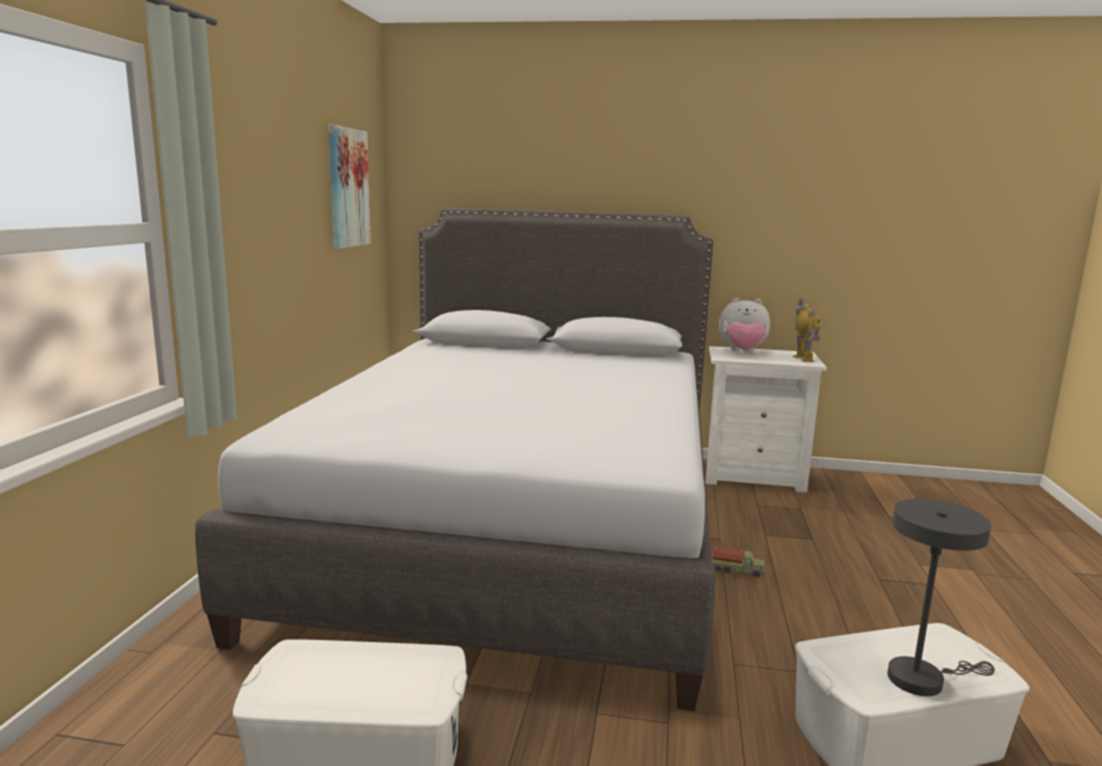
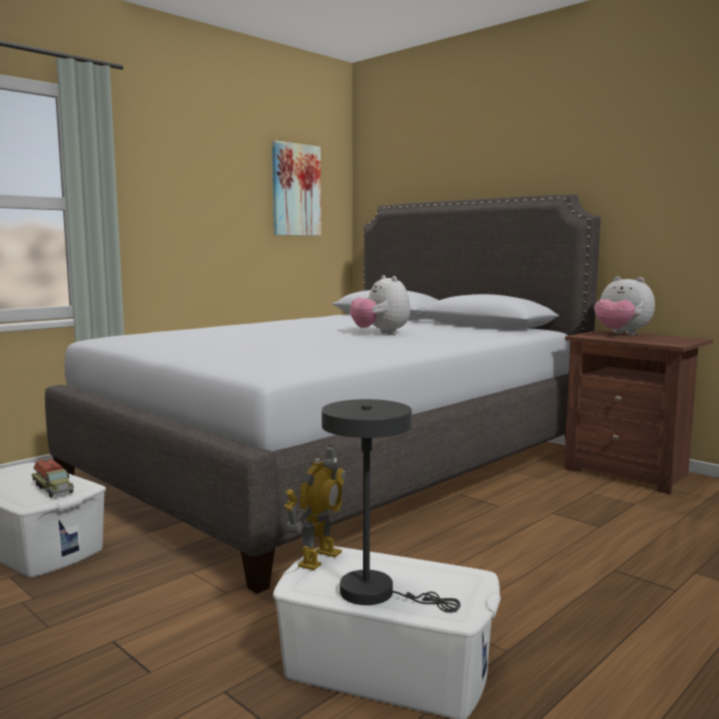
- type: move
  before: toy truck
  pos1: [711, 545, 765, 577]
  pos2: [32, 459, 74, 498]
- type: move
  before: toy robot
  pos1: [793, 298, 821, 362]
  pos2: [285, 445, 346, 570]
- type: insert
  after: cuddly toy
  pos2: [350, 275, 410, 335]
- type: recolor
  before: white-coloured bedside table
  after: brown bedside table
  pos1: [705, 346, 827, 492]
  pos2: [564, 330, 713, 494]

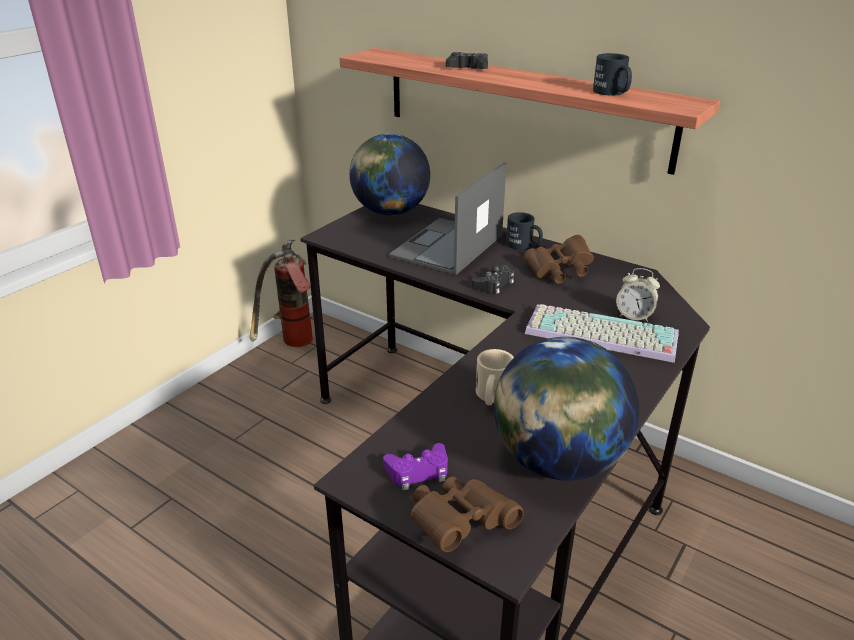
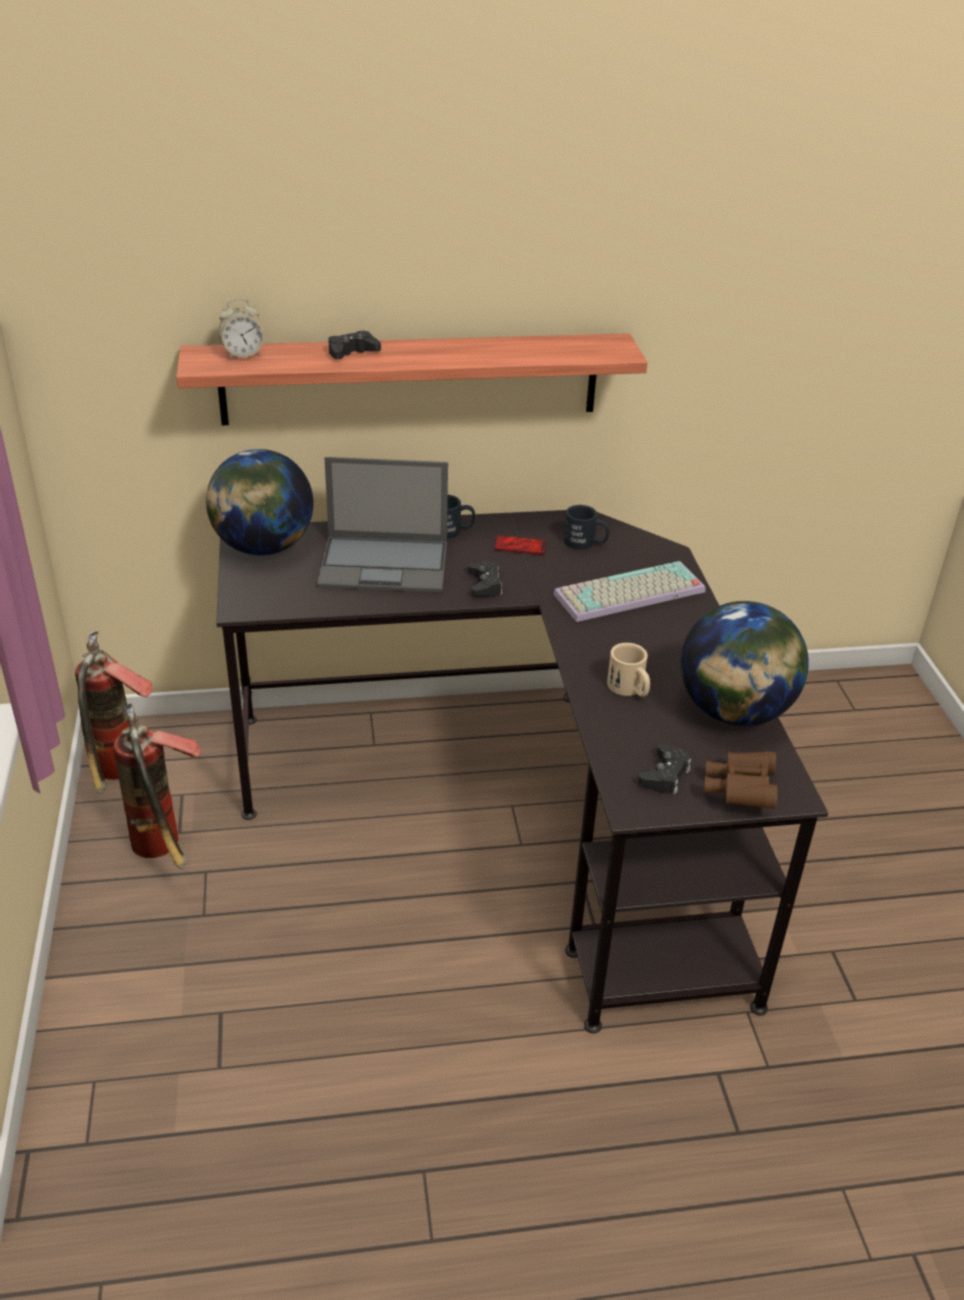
- type: insert
  after: fire extinguisher
  pos2: [113, 704, 201, 870]
- type: move
  before: alarm clock
  pos1: [616, 268, 660, 322]
  pos2: [218, 299, 264, 359]
- type: rotate
  before: notebook computer
  pos1: [389, 163, 507, 275]
  pos2: [317, 457, 448, 593]
  turn: -75
- type: replace
  before: brown field glasses
  after: handset
  pos1: [524, 235, 594, 284]
  pos2: [494, 535, 547, 555]
- type: move
  before: black tea mug
  pos1: [593, 53, 632, 96]
  pos2: [564, 505, 610, 549]
- type: recolor
  before: purple joypad
  after: black joypad
  pos1: [383, 443, 448, 491]
  pos2: [638, 744, 691, 794]

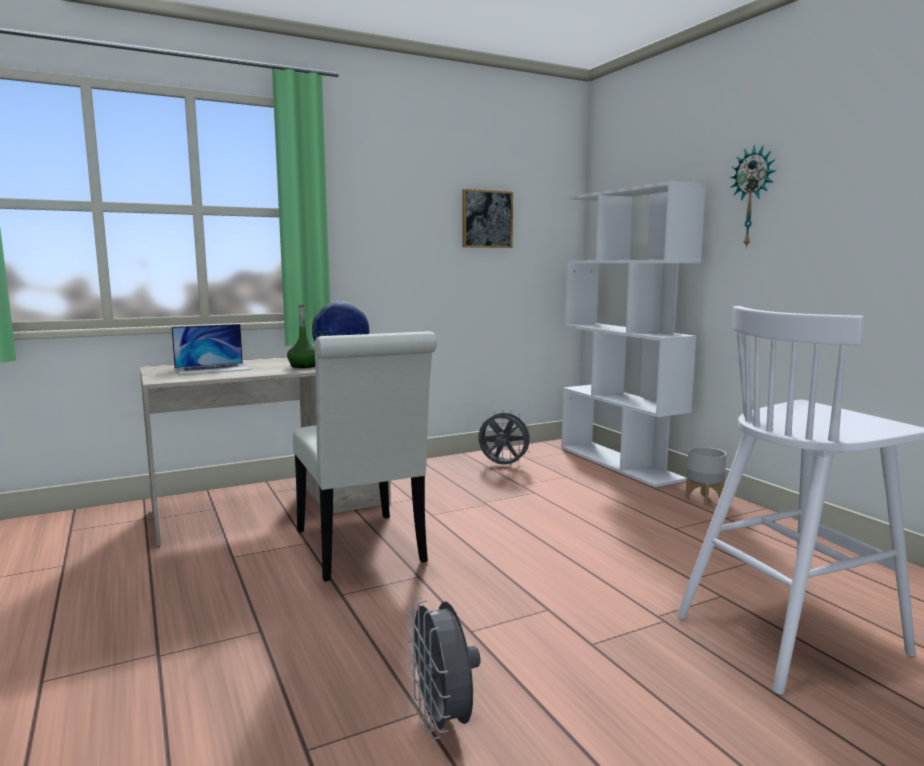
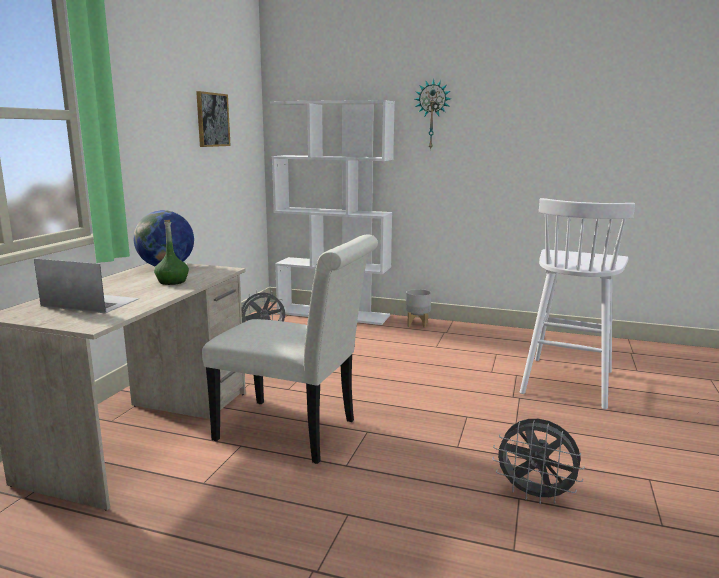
- type: rotate
  before: notebook computer
  pos1: [171, 324, 251, 375]
  pos2: [34, 259, 139, 313]
  turn: -90

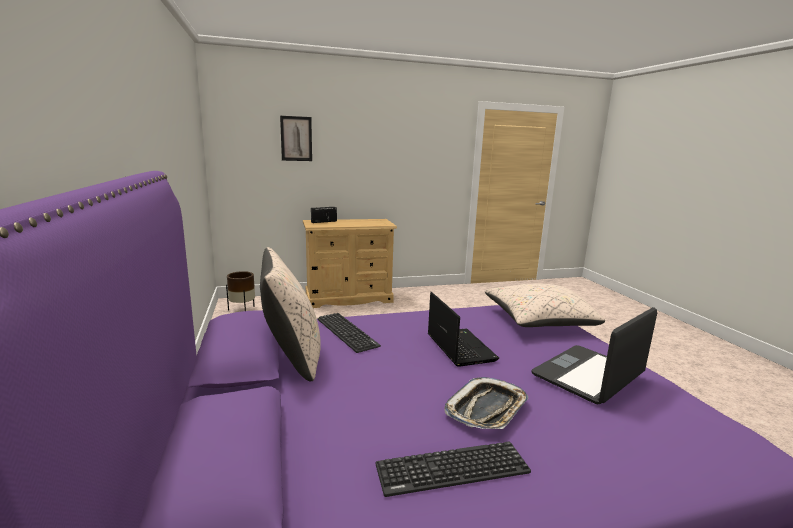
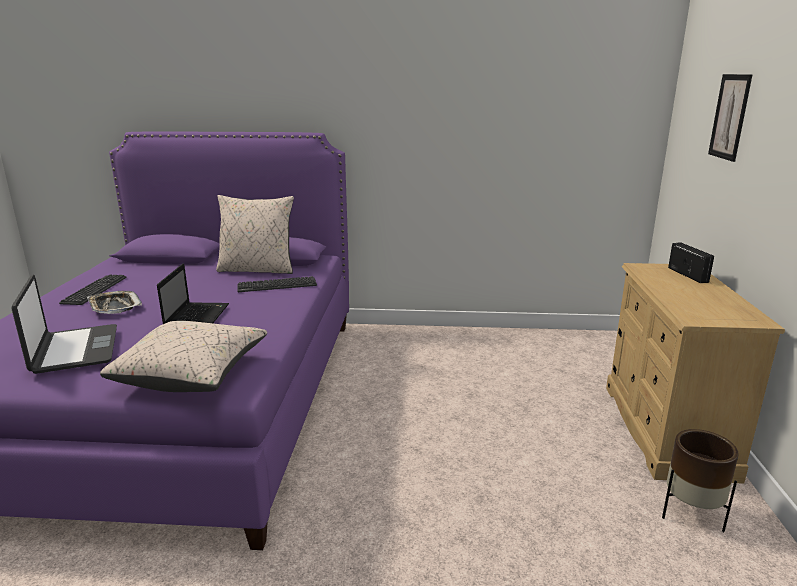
- type: rotate
  before: notebook computer
  pos1: [428, 292, 499, 367]
  pos2: [157, 263, 229, 324]
  turn: -90
- type: move
  before: brown flower pot
  pos1: [226, 271, 255, 311]
  pos2: [662, 429, 739, 532]

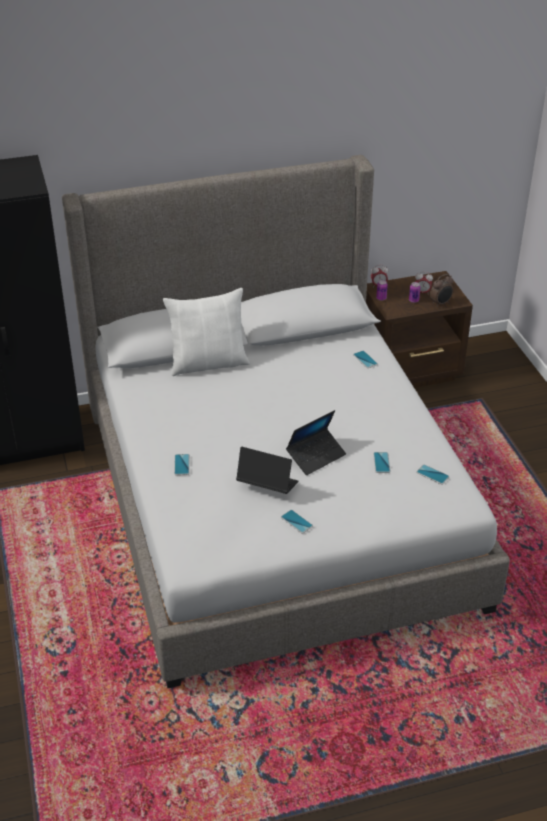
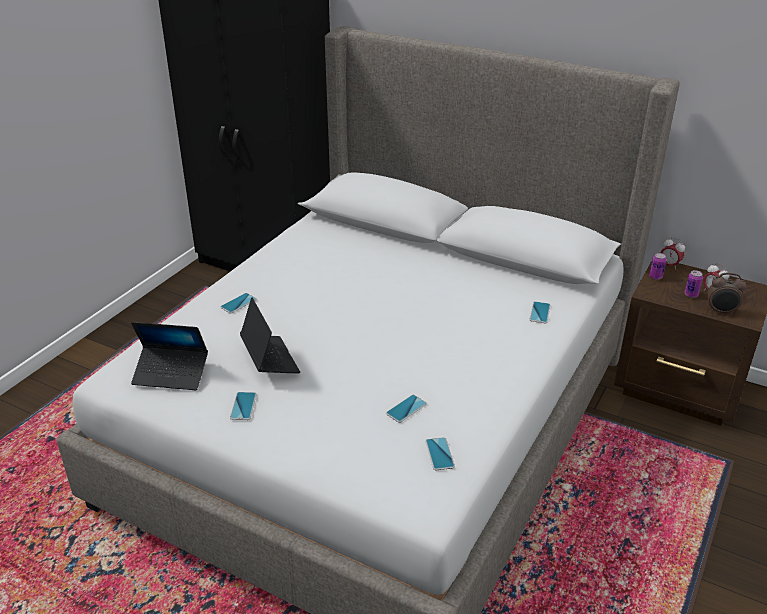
- type: move
  before: notebook computer
  pos1: [286, 410, 346, 475]
  pos2: [131, 322, 208, 390]
- type: delete
  before: white-coloured pillow
  pos1: [163, 288, 250, 376]

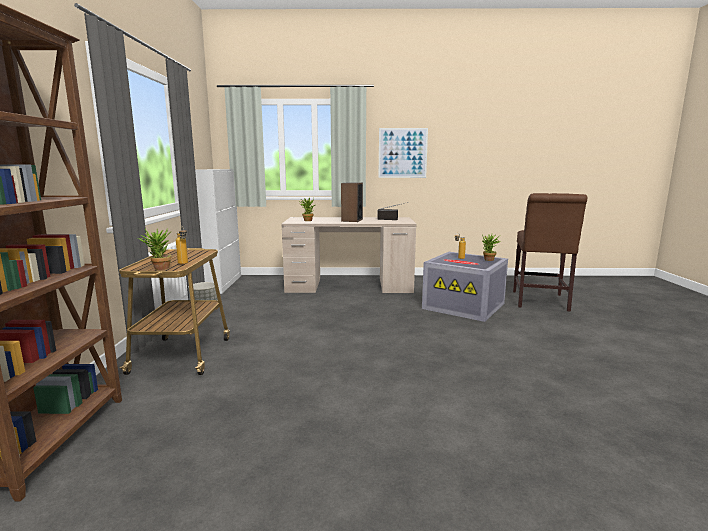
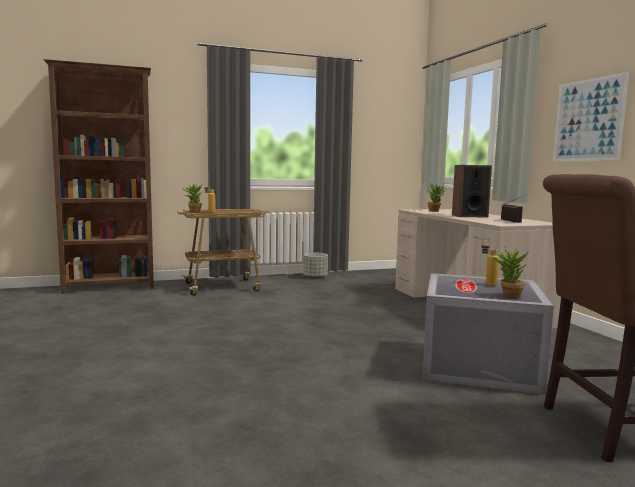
- type: delete
  before: white-coloured storage cabinet
  pos1: [195, 169, 241, 294]

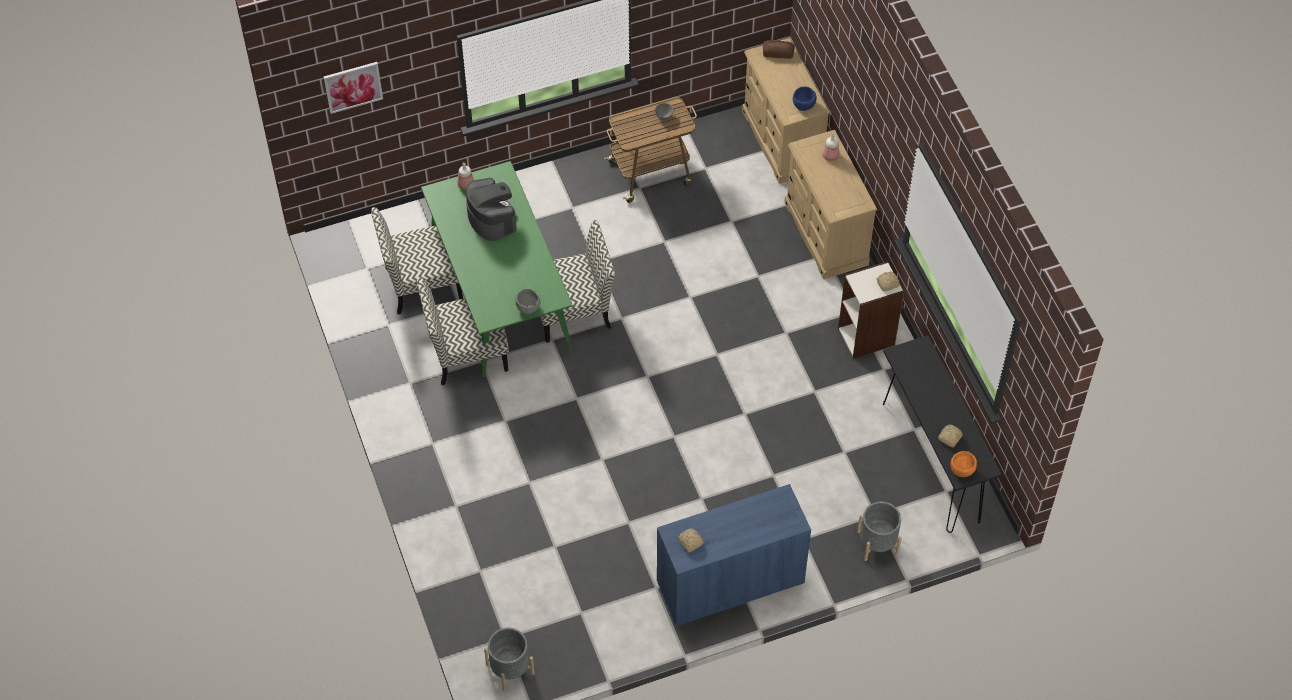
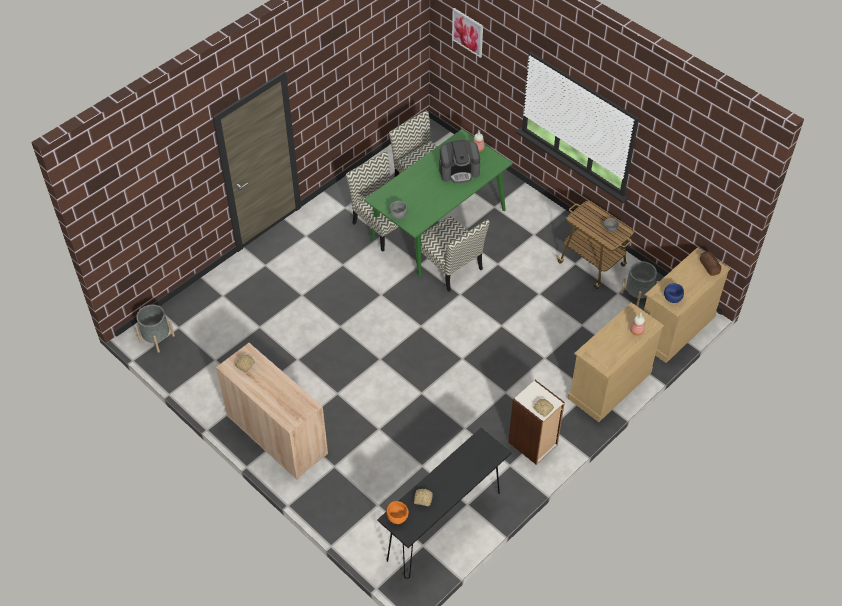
- type: recolor
  before: bluish storage cabinet
  after: sand-coloured storage cabinet
  pos1: [657, 484, 811, 626]
  pos2: [216, 343, 328, 480]
- type: rotate
  before: coffee maker
  pos1: [466, 178, 517, 241]
  pos2: [439, 140, 480, 183]
  turn: 45
- type: move
  before: greyish flower pot
  pos1: [857, 501, 902, 561]
  pos2: [621, 261, 659, 307]

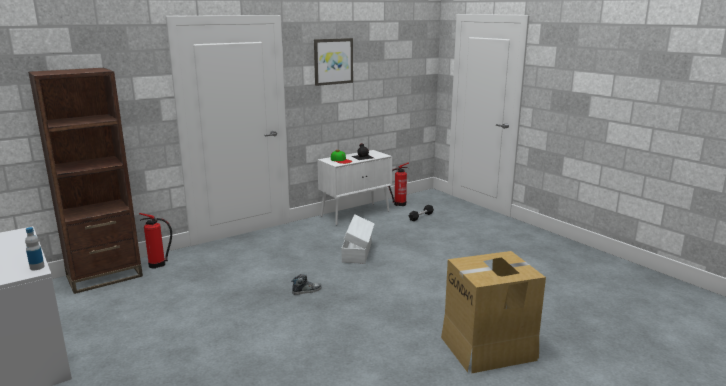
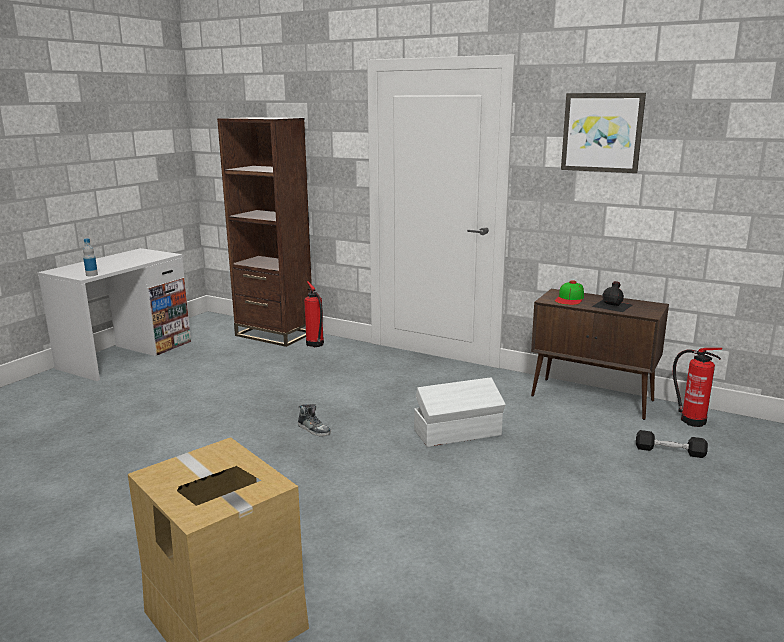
- type: recolor
  before: white-coloured storage cabinet
  after: brown storage cabinet
  pos1: [317, 150, 392, 225]
  pos2: [531, 289, 669, 420]

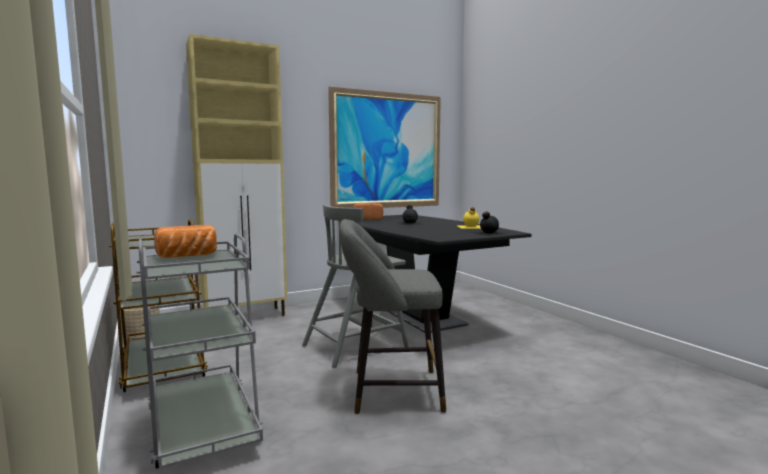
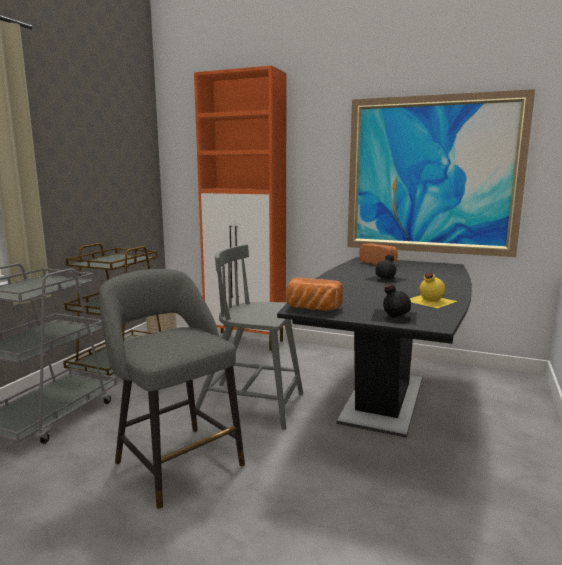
- type: recolor
  before: sand-coloured storage cabinet
  after: orangey storage cabinet
  pos1: [186, 34, 287, 316]
  pos2: [194, 66, 287, 351]
- type: move
  before: bakery bread
  pos1: [154, 225, 217, 258]
  pos2: [286, 277, 343, 311]

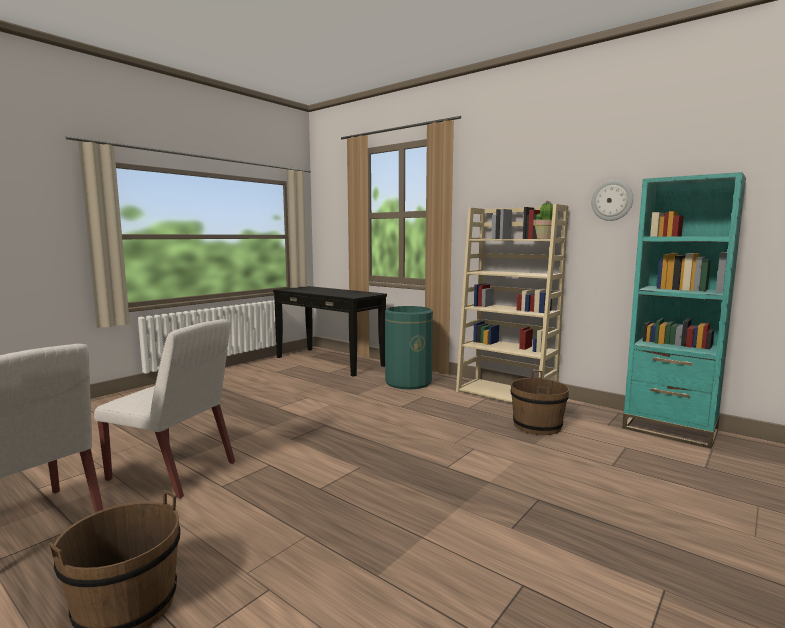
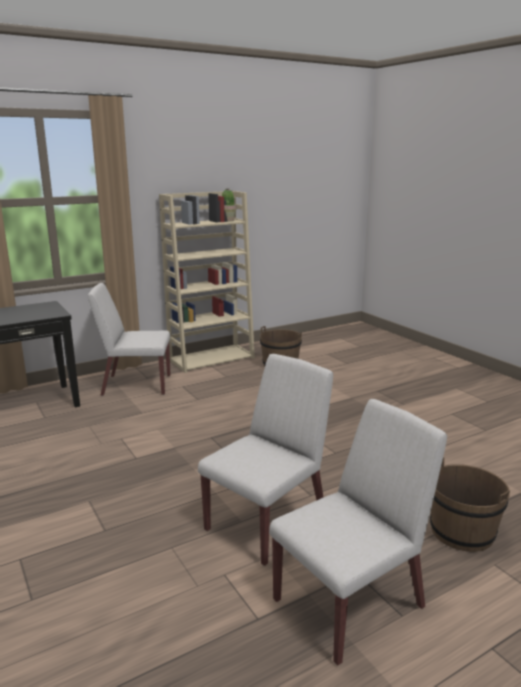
- type: replace
  before: green-coloured trash can
  after: white-coloured upright chair
  pos1: [385, 306, 433, 390]
  pos2: [88, 283, 170, 396]
- type: delete
  before: hanging clock
  pos1: [591, 180, 633, 221]
- type: delete
  before: blue-green shelving unit
  pos1: [622, 172, 746, 449]

